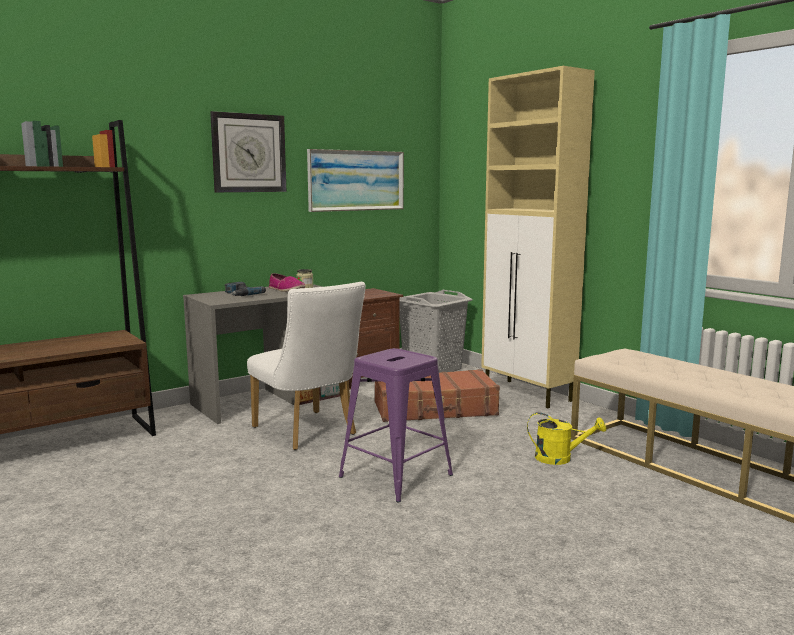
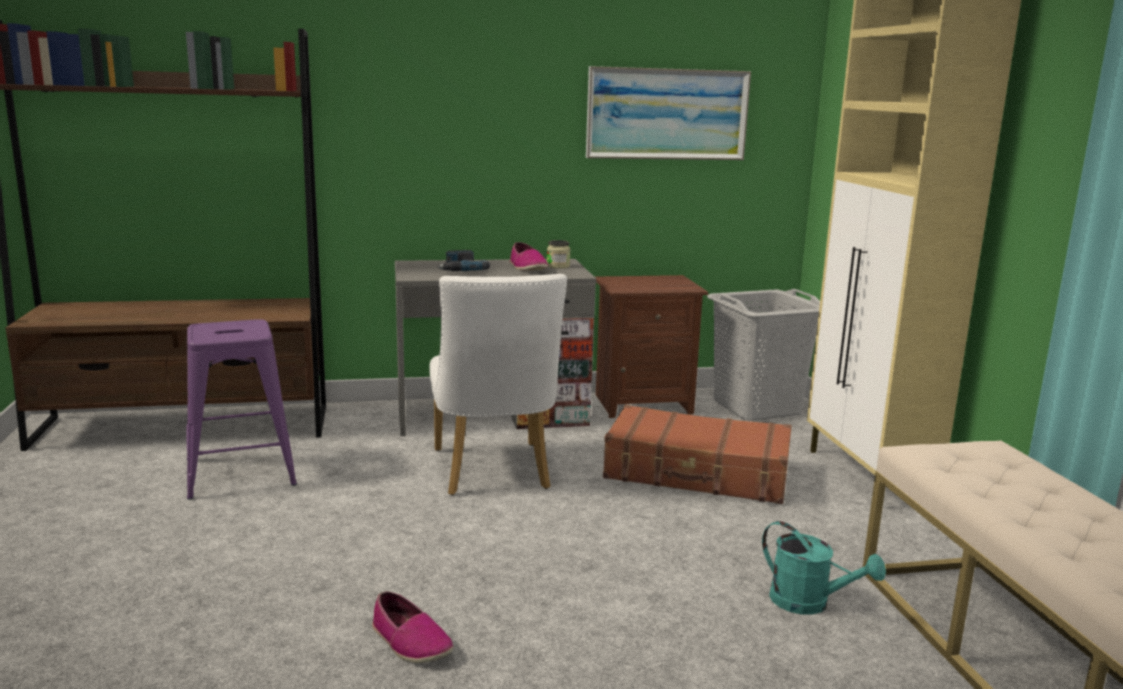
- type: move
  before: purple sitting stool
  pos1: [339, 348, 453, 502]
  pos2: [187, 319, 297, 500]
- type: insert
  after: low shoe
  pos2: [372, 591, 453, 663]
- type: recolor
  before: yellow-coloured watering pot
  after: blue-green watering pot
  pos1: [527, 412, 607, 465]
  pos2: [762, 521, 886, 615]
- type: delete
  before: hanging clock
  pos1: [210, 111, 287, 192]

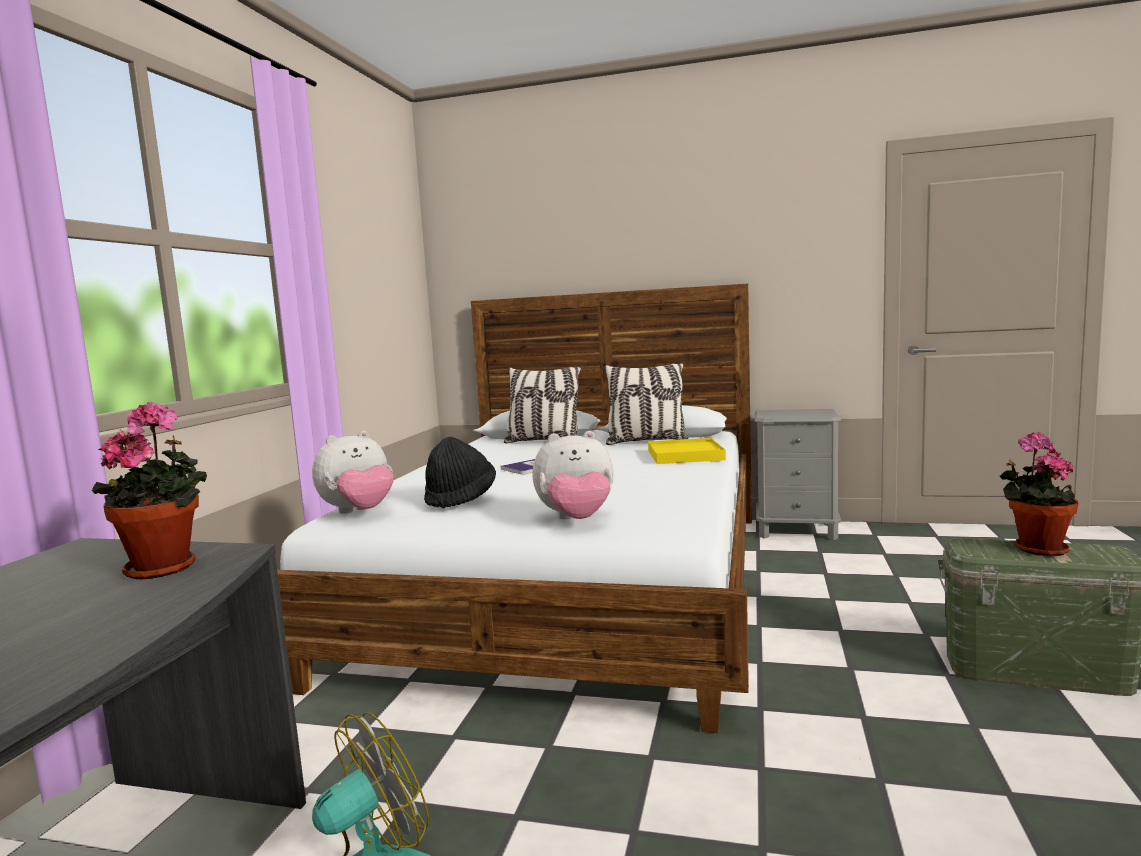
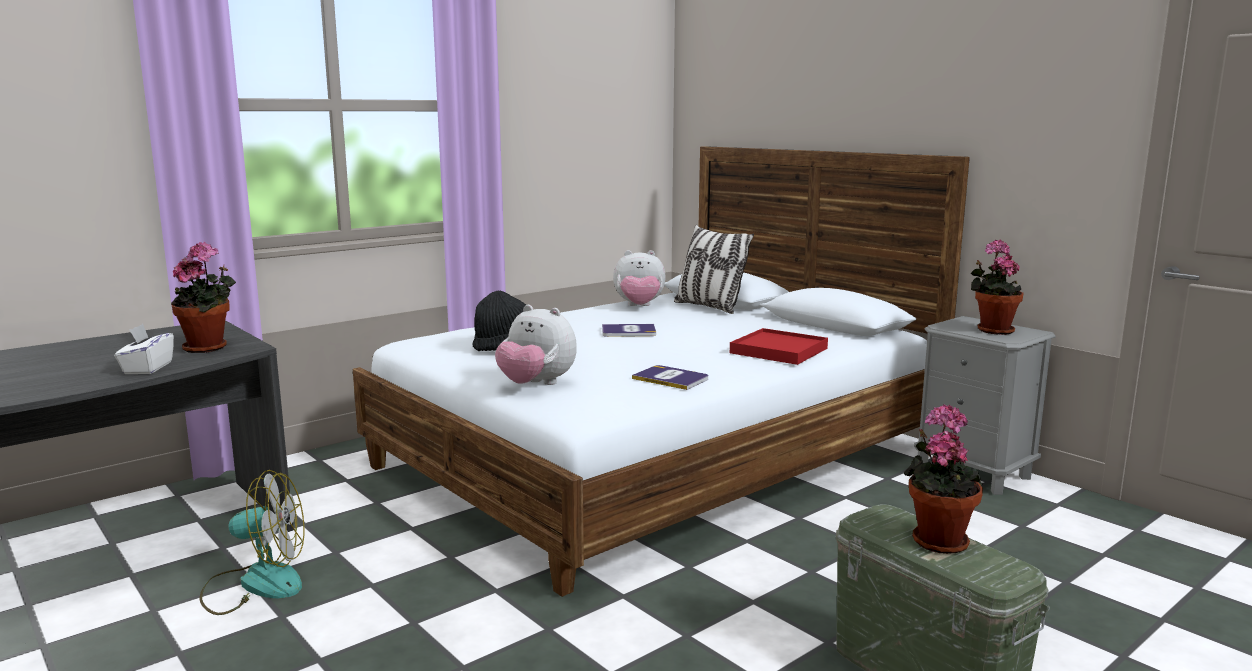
- type: insert
  after: white-coloured tissue holder
  pos2: [114, 324, 174, 374]
- type: move
  before: cuddly toy
  pos1: [312, 431, 394, 514]
  pos2: [613, 250, 666, 306]
- type: insert
  after: volume
  pos2: [632, 365, 708, 390]
- type: recolor
  before: yellow-coloured tray
  after: reddish tray
  pos1: [648, 438, 726, 464]
  pos2: [730, 328, 828, 365]
- type: insert
  after: houseplant
  pos2: [971, 240, 1023, 335]
- type: delete
  before: pillow
  pos1: [605, 362, 689, 445]

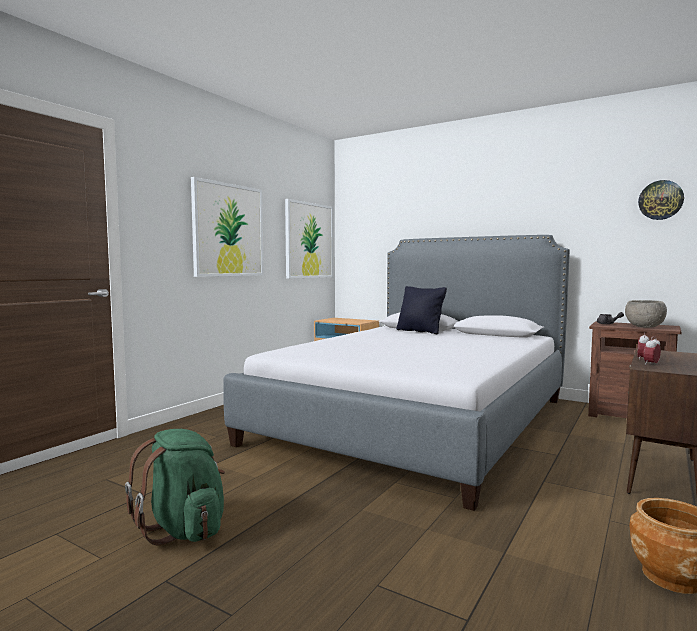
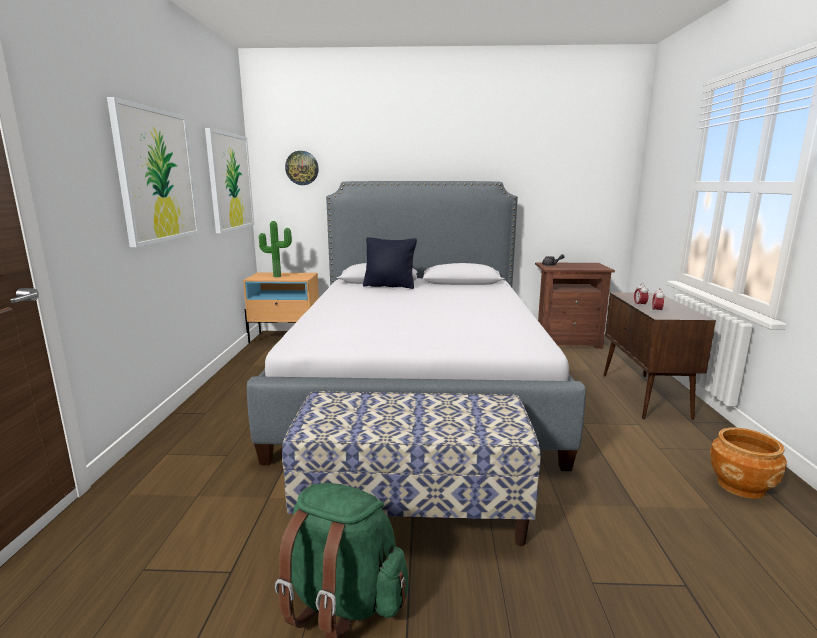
- type: insert
  after: houseplant
  pos2: [259, 221, 292, 277]
- type: insert
  after: bench
  pos2: [282, 391, 541, 546]
- type: move
  before: hanging clock
  pos1: [638, 180, 684, 220]
  pos2: [285, 151, 319, 185]
- type: delete
  before: greyish serving bowl
  pos1: [625, 300, 667, 328]

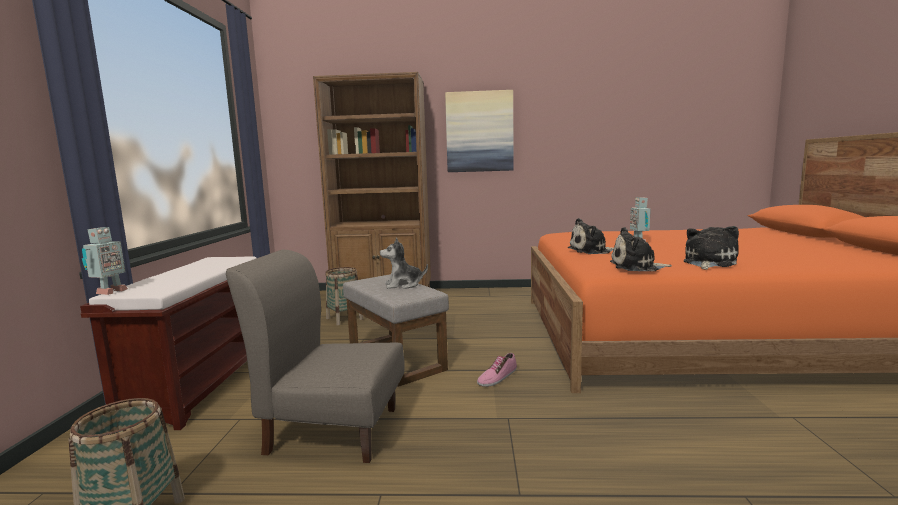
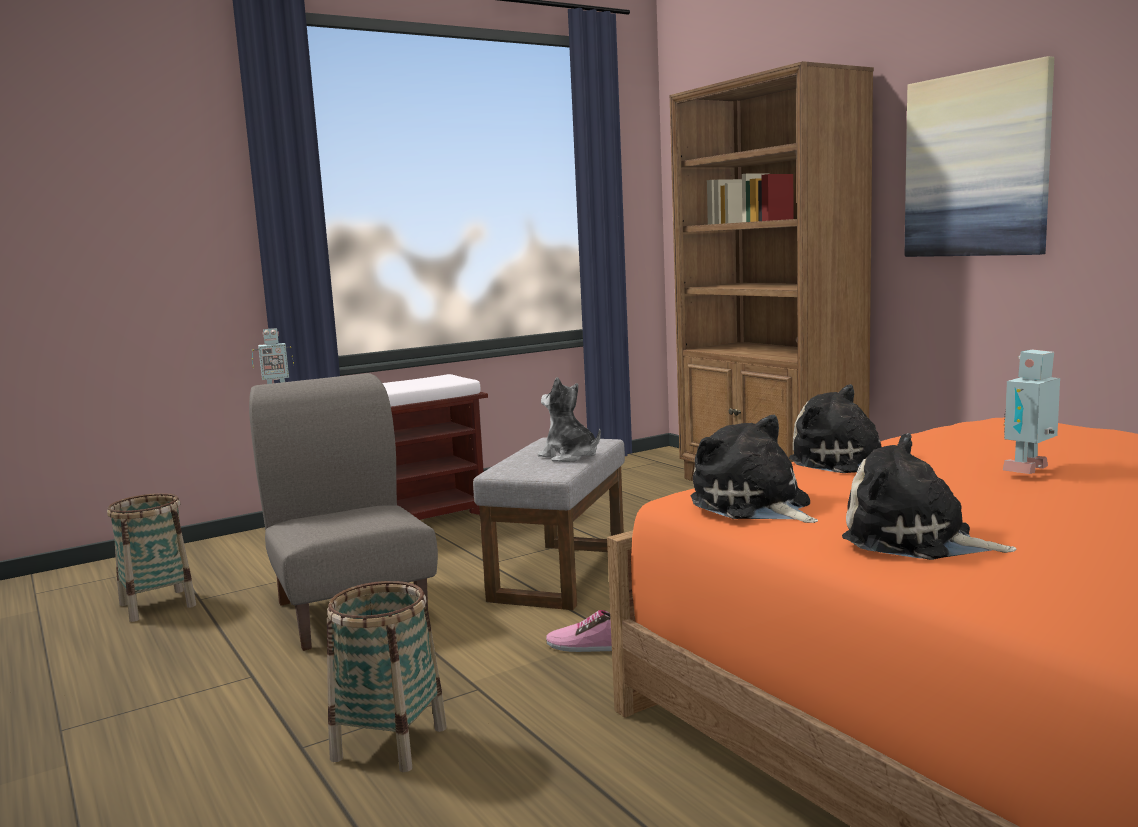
- type: move
  before: household basket
  pos1: [325, 267, 363, 325]
  pos2: [327, 581, 447, 772]
- type: rotate
  before: cuddly toy
  pos1: [684, 226, 739, 270]
  pos2: [842, 433, 1017, 560]
  turn: -150

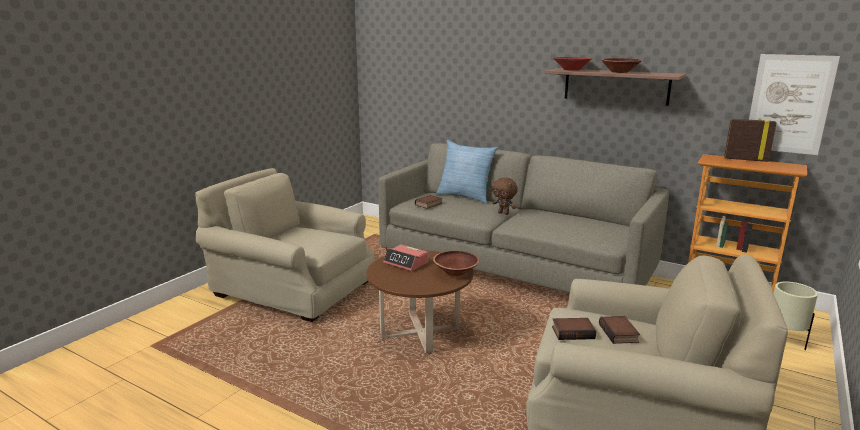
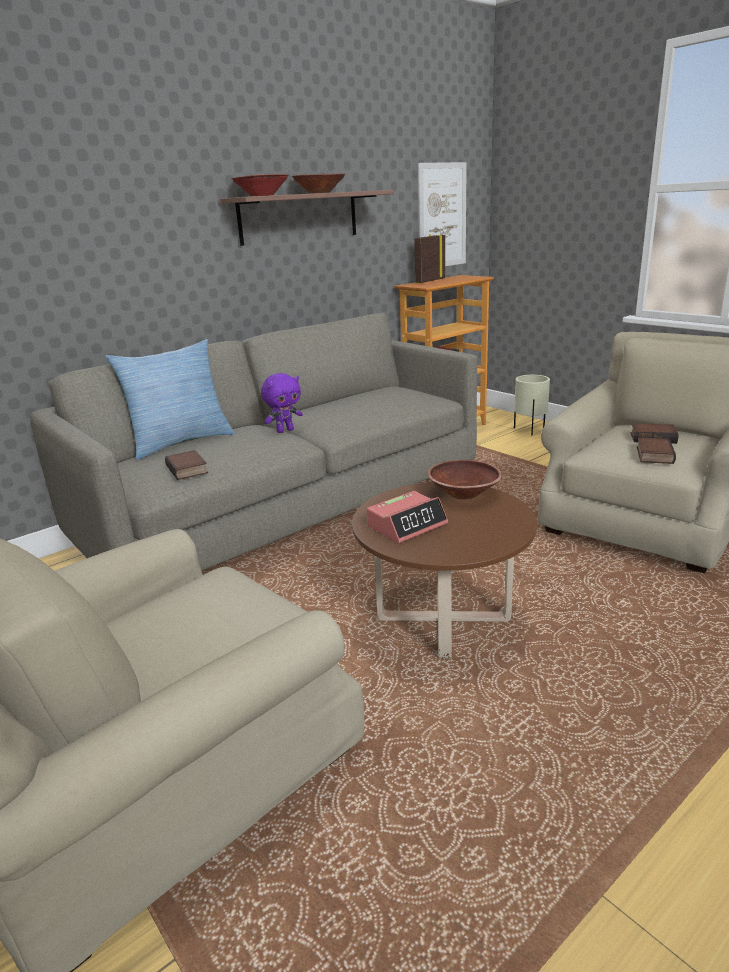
- type: recolor
  before: brown cuddly toy
  after: purple cuddly toy
  pos1: [492, 177, 518, 215]
  pos2: [261, 373, 303, 433]

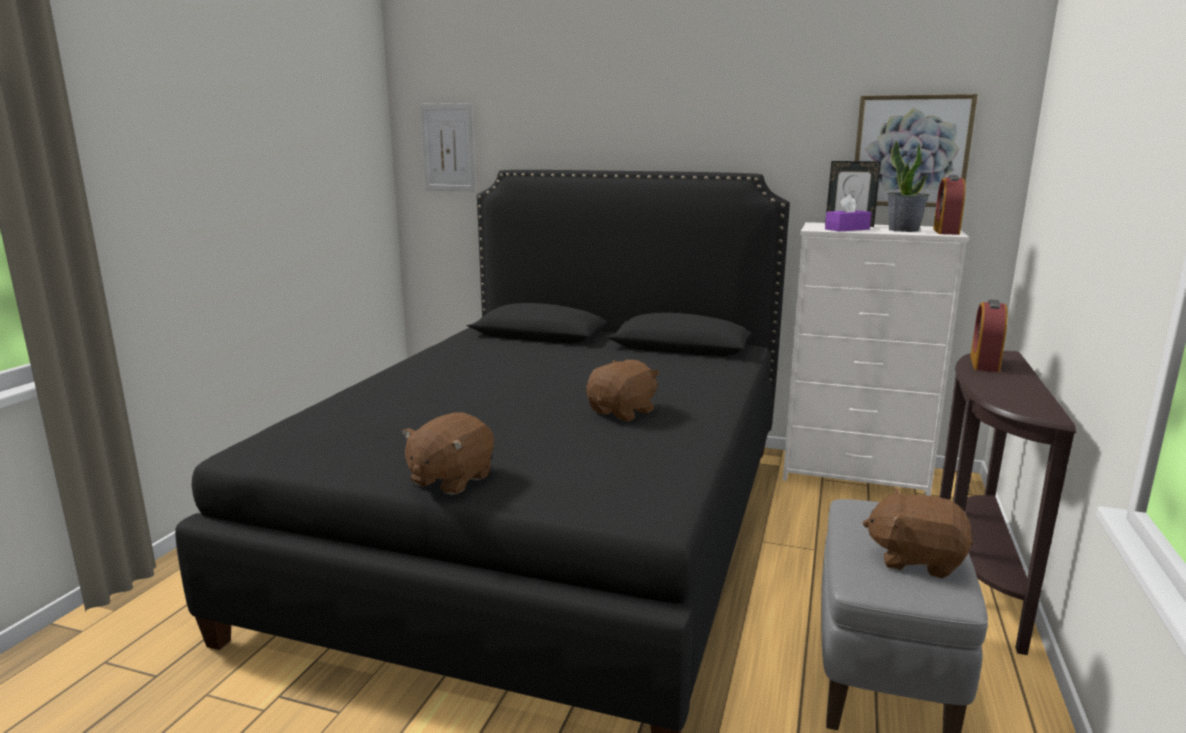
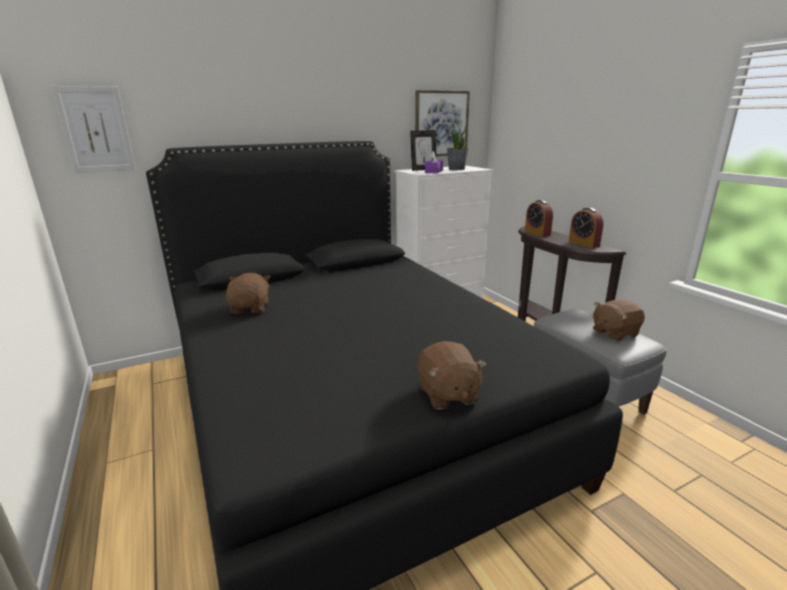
- type: move
  before: brown cuddly toy
  pos1: [586, 360, 660, 421]
  pos2: [226, 273, 270, 314]
- type: move
  before: alarm clock
  pos1: [933, 175, 966, 235]
  pos2: [569, 207, 604, 248]

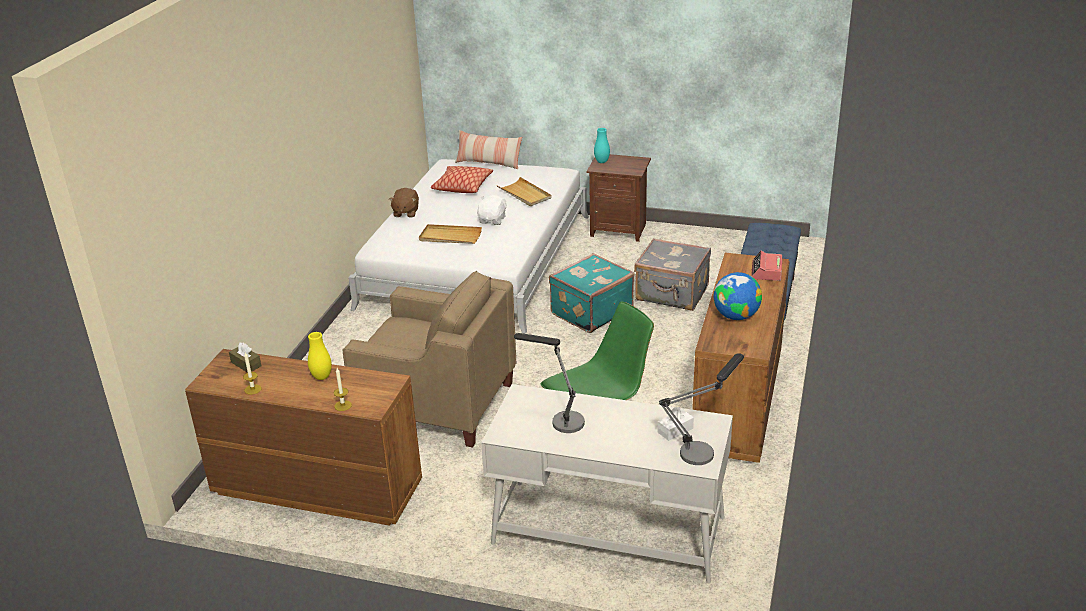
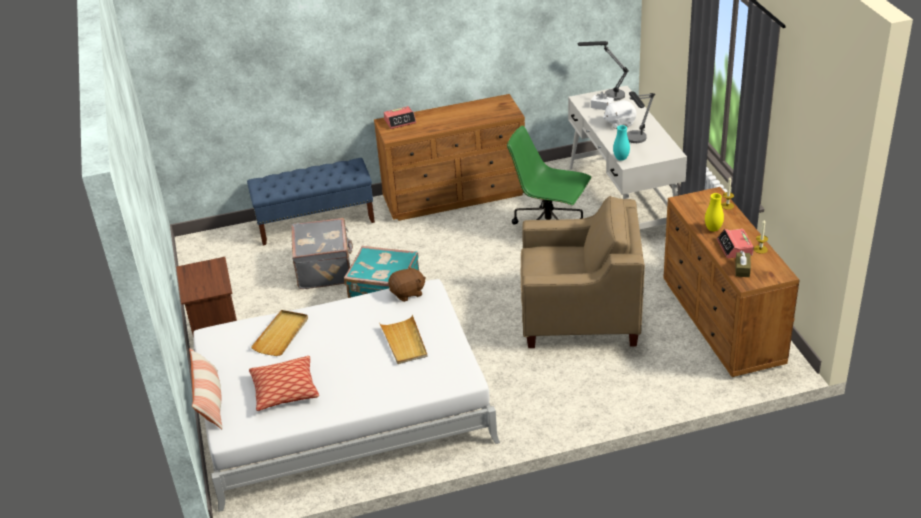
- type: move
  before: brown cuddly toy
  pos1: [389, 188, 419, 217]
  pos2: [388, 265, 426, 302]
- type: rotate
  before: sand-coloured armchair
  pos1: [342, 271, 516, 448]
  pos2: [521, 196, 645, 348]
  turn: 105
- type: move
  before: white-coloured cuddly toy
  pos1: [477, 195, 508, 225]
  pos2: [603, 100, 636, 129]
- type: move
  before: blue-green decorative vase
  pos1: [594, 128, 610, 163]
  pos2: [613, 125, 630, 161]
- type: insert
  after: alarm clock
  pos2: [717, 229, 754, 258]
- type: delete
  before: world globe
  pos1: [714, 272, 762, 320]

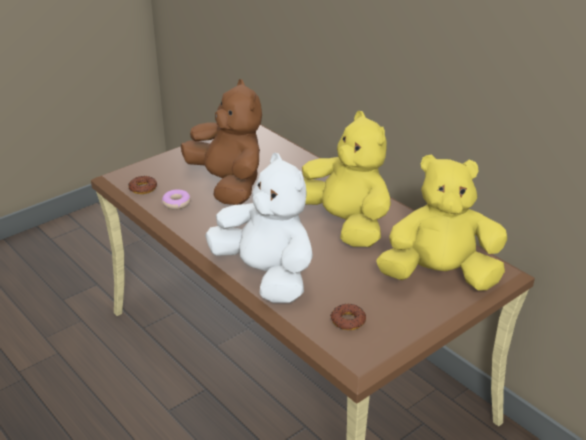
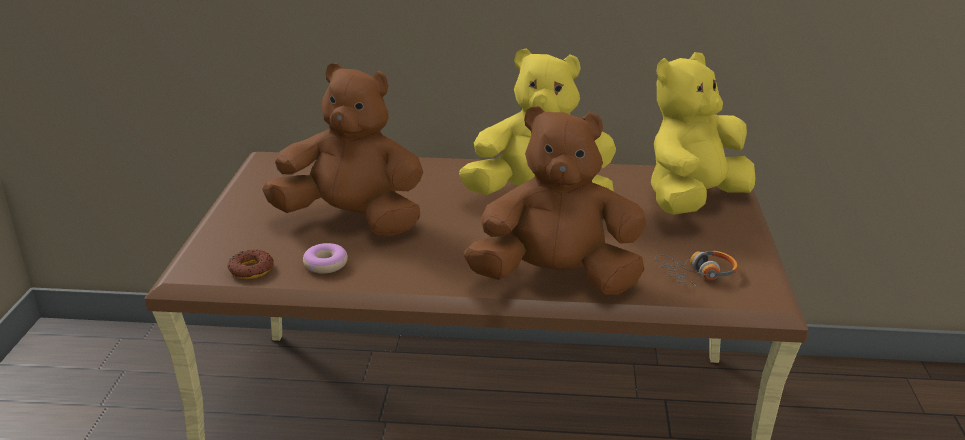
- type: recolor
  before: white-coloured cuddly toy
  after: brown cuddly toy
  pos1: [205, 153, 313, 303]
  pos2: [464, 106, 646, 295]
- type: replace
  before: ring doughnut
  after: pair of headphones
  pos1: [331, 303, 366, 330]
  pos2: [655, 251, 737, 287]

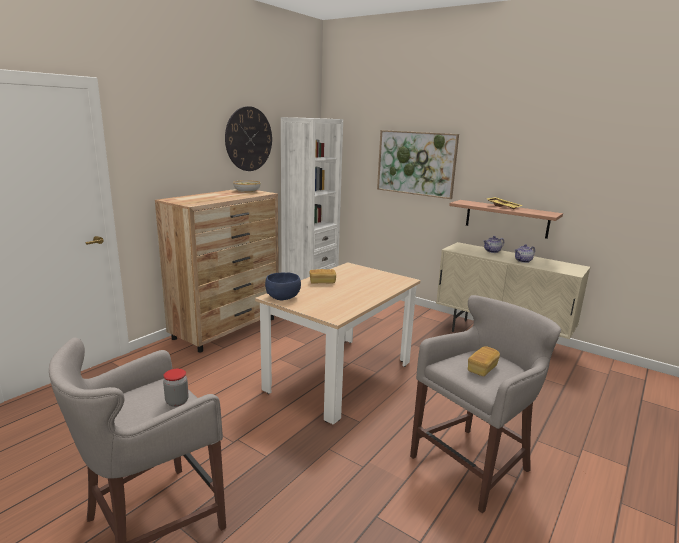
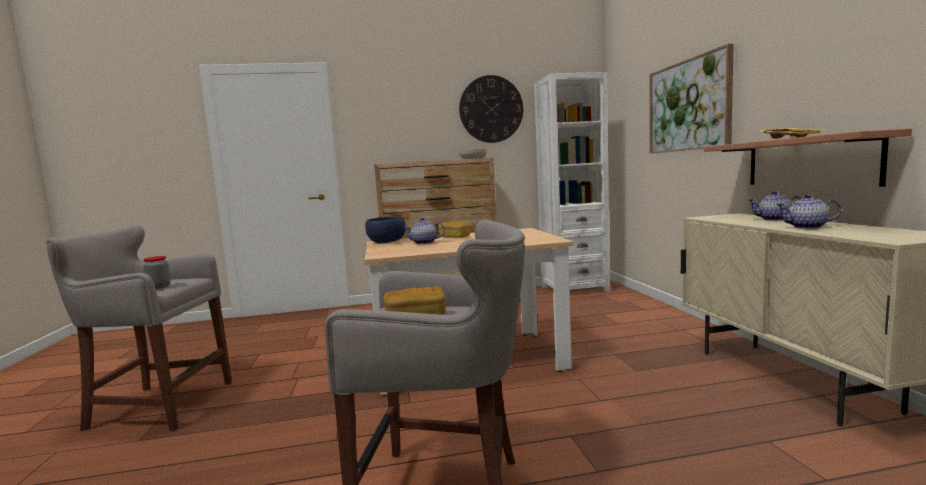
- type: insert
  after: tea pot
  pos2: [402, 218, 445, 244]

